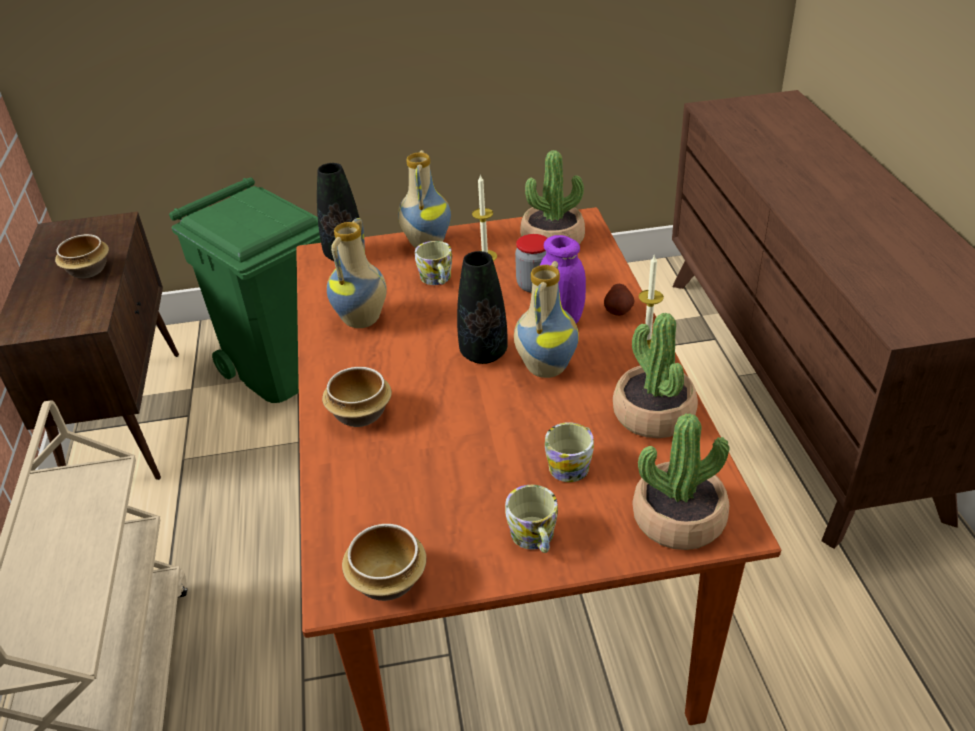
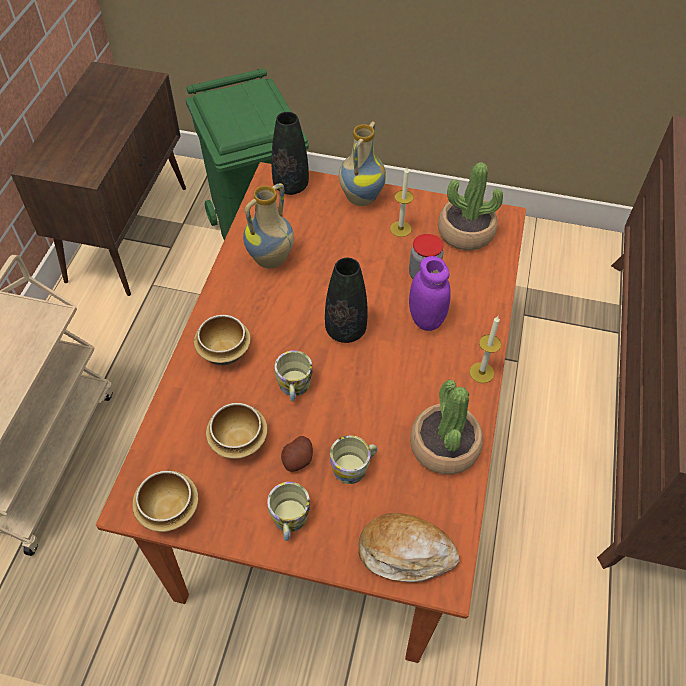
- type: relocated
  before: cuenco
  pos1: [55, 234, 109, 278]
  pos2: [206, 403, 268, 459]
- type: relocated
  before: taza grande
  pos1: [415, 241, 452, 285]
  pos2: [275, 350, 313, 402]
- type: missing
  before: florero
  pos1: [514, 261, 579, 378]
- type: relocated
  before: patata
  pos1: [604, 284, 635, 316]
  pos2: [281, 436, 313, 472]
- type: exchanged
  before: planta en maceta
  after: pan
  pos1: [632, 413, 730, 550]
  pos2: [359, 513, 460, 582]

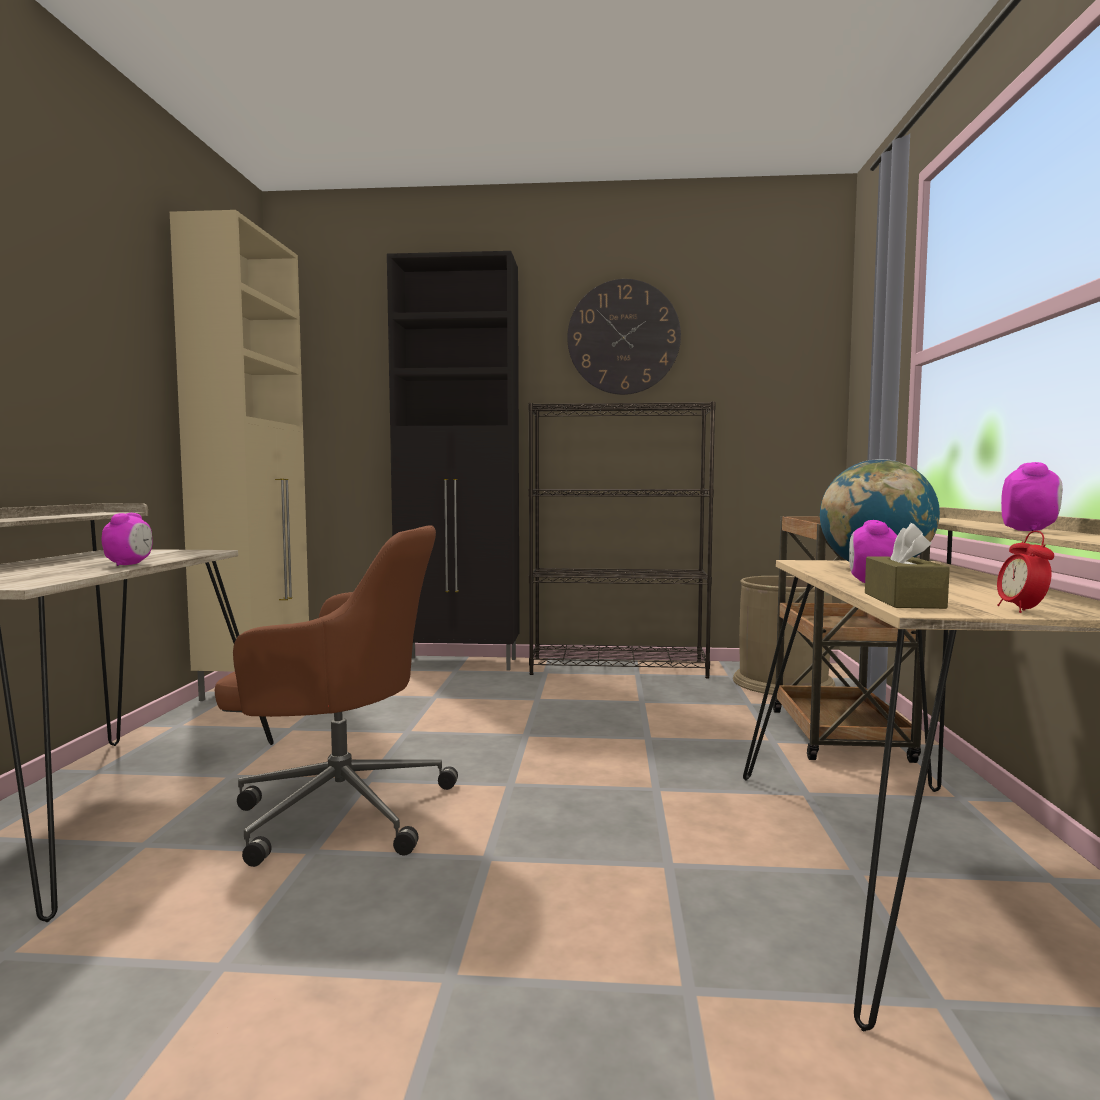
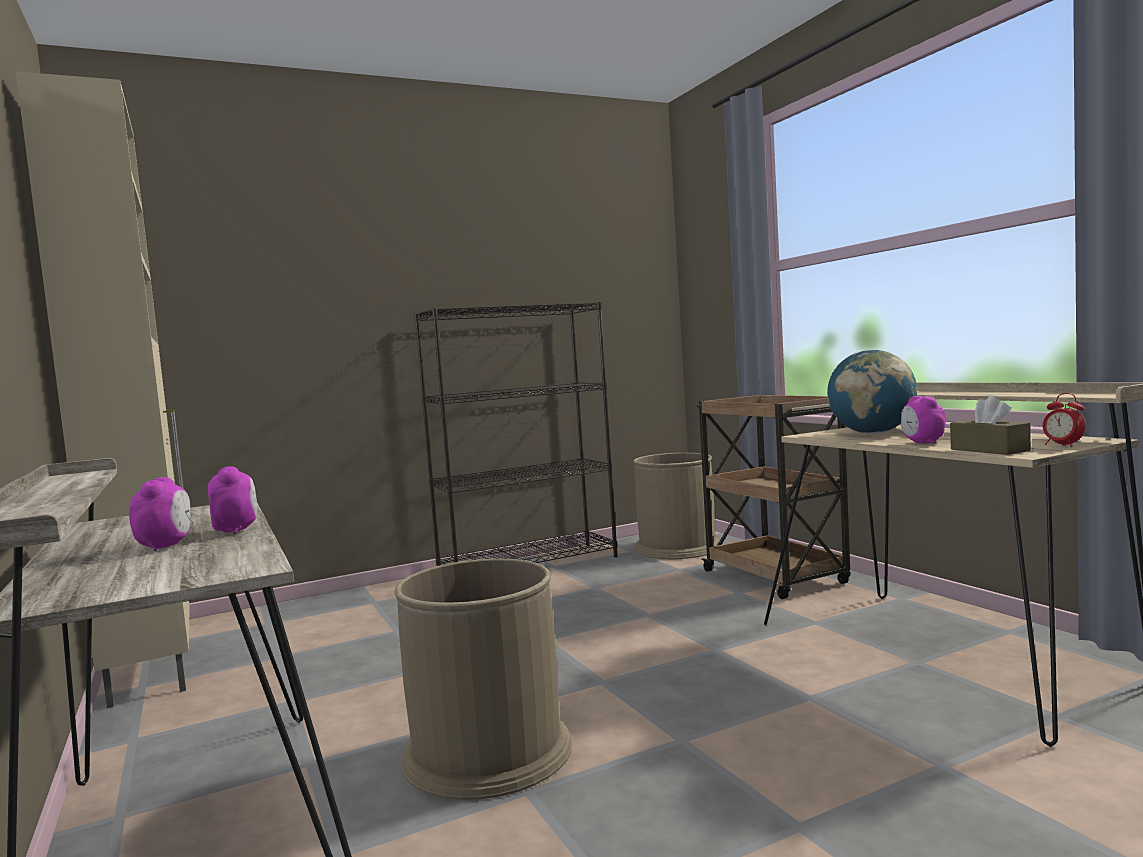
- type: missing
  before: armario/negro
  pos1: [387, 251, 520, 671]
- type: missing
  before: reloj de pared
  pos1: [567, 279, 681, 395]
- type: relocated
  before: despertador
  pos1: [1001, 462, 1063, 531]
  pos2: [129, 477, 191, 551]
- type: exchanged
  before: silla de oficina/marrón
  after: papelera/marrón
  pos1: [215, 525, 458, 867]
  pos2: [395, 559, 572, 800]

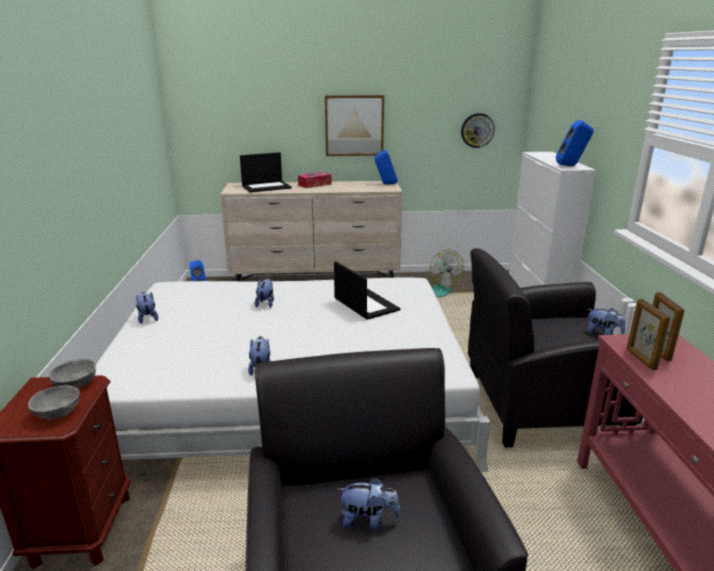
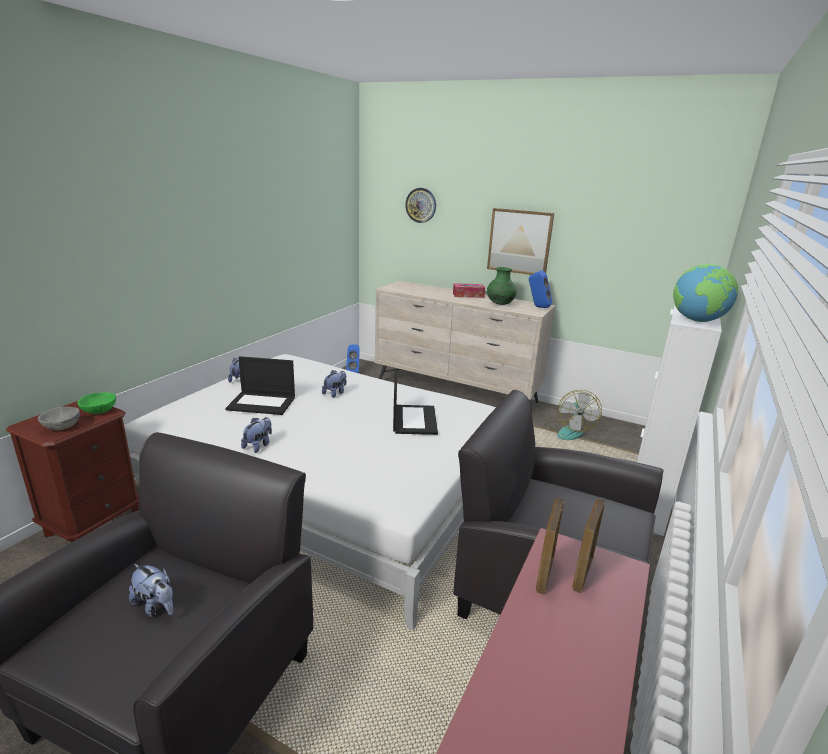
- type: relocated
  before: reloj de pared
  pos1: [461, 113, 495, 148]
  pos2: [405, 188, 436, 223]
- type: exchanged
  before: altavoz/azul
  after: globo terráqueo
  pos1: [556, 120, 594, 166]
  pos2: [673, 264, 738, 322]
- type: relocated
  before: portátil
  pos1: [240, 152, 292, 193]
  pos2: [225, 356, 295, 415]
- type: missing
  before: peluche
  pos1: [587, 308, 625, 335]
- type: colour
  before: cuenco/gris
  after: cuenco/verde
  pos1: [49, 359, 96, 388]
  pos2: [78, 392, 116, 414]
- type: appeared
  after: florero/verde
  pos2: [487, 267, 517, 305]

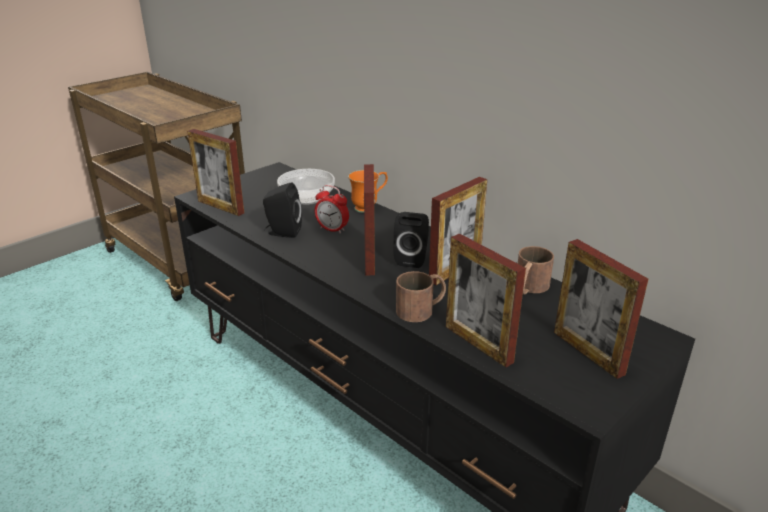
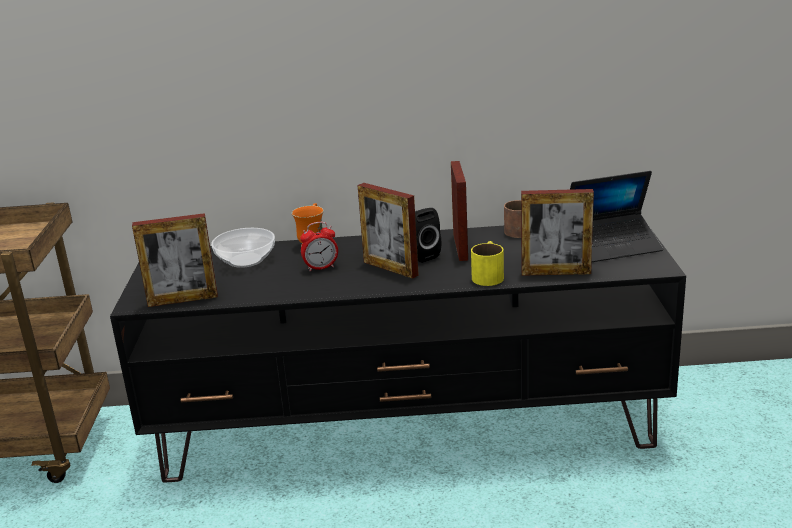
- type: missing
  before: altavoz/negro
  pos1: [263, 182, 302, 238]
- type: exchanged
  before: portarretratos
  after: portátil
  pos1: [554, 239, 648, 379]
  pos2: [570, 171, 663, 262]
- type: colour
  before: taza grande/marrón
  after: taza grande/amarillo
  pos1: [396, 271, 446, 322]
  pos2: [471, 241, 504, 286]

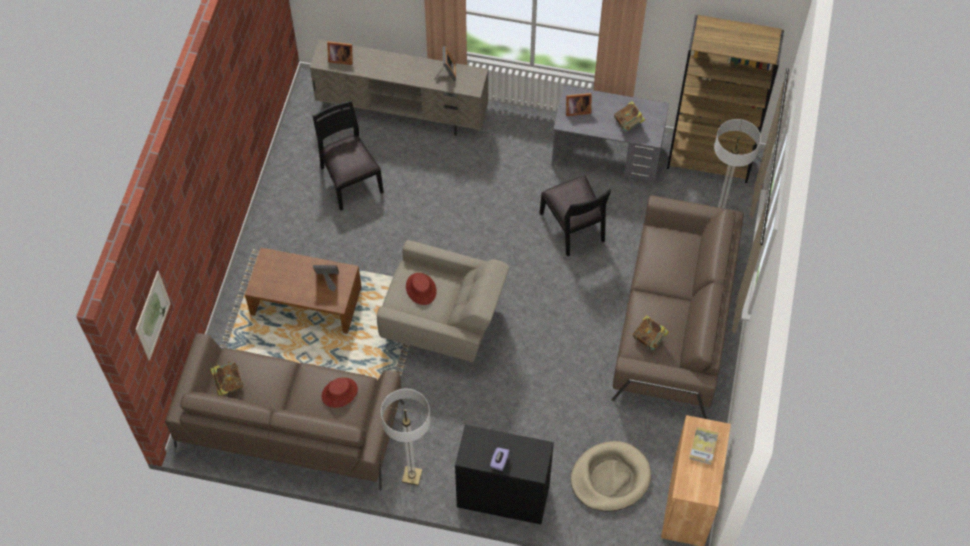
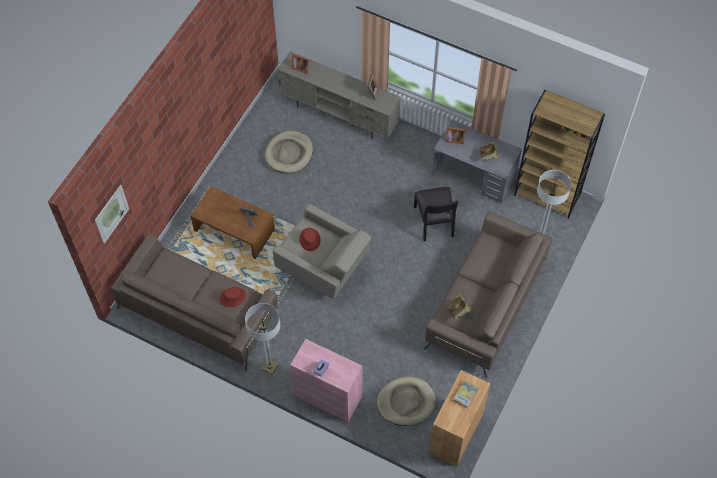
- type: exchanged
  before: silla/negro
  after: cama para perro/beis
  pos1: [312, 100, 384, 211]
  pos2: [265, 131, 313, 173]
- type: missing
  before: libro
  pos1: [210, 361, 244, 396]
- type: colour
  before: armario/negro
  after: armario/rosa
  pos1: [455, 425, 554, 524]
  pos2: [290, 339, 363, 422]

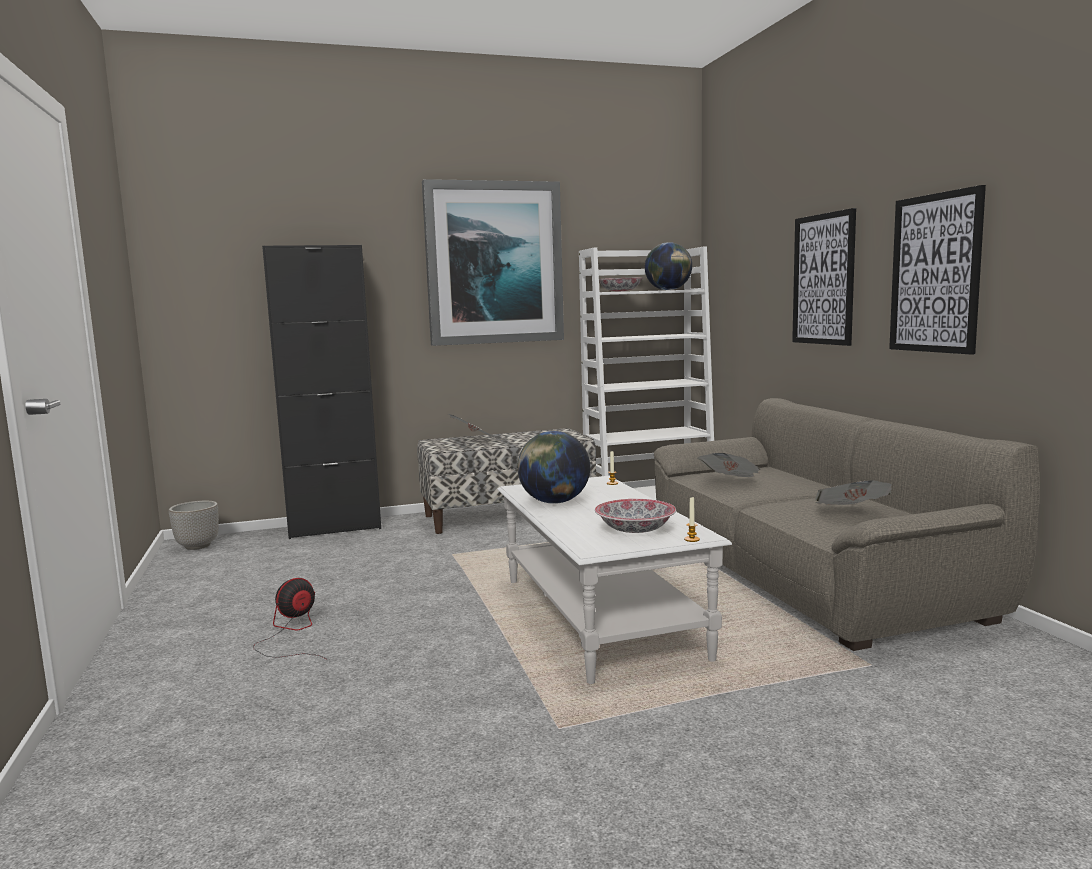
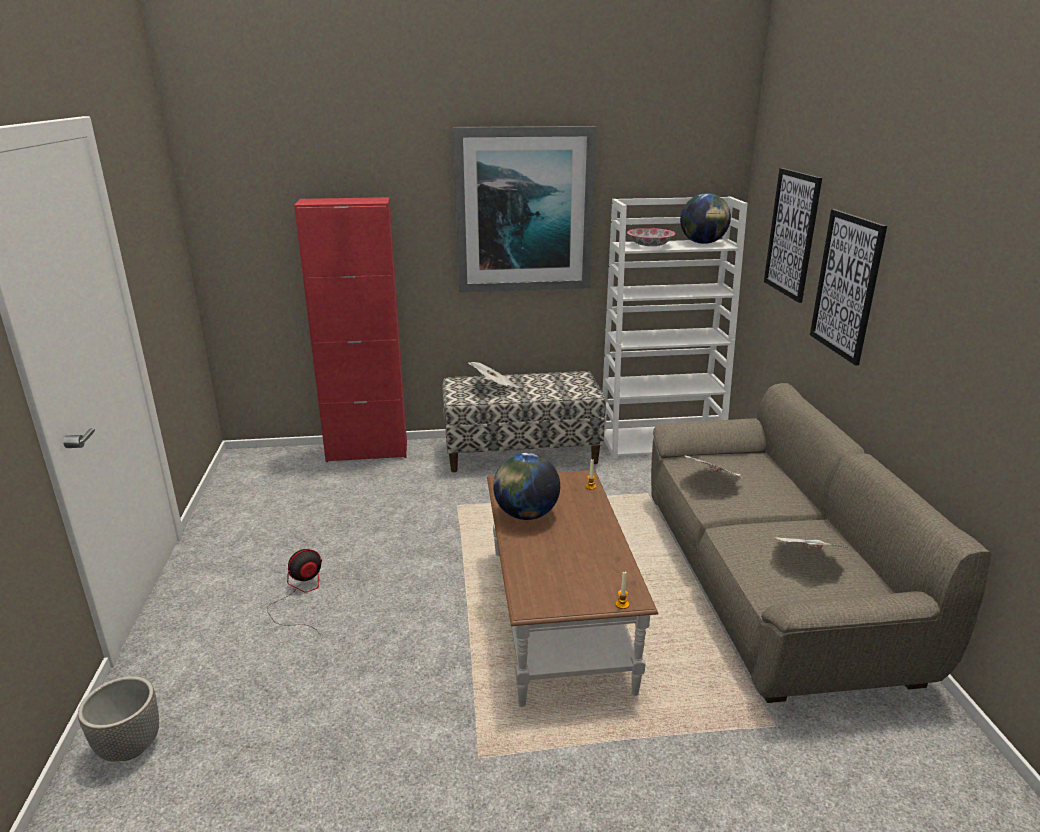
- type: relocated
  before: cuadro
  pos1: [889, 185, 986, 355]
  pos2: [764, 168, 822, 303]
- type: colour
  before: armario/negro
  after: armario/rojo
  pos1: [262, 245, 381, 539]
  pos2: [294, 197, 407, 462]
- type: colour
  before: mesa de centro/blanco
  after: mesa de centro/marrón
  pos1: [497, 476, 732, 684]
  pos2: [487, 470, 658, 707]
- type: missing
  before: cuenco
  pos1: [595, 499, 676, 533]
- type: relocated
  before: maceta
  pos1: [169, 501, 219, 550]
  pos2: [78, 676, 159, 762]

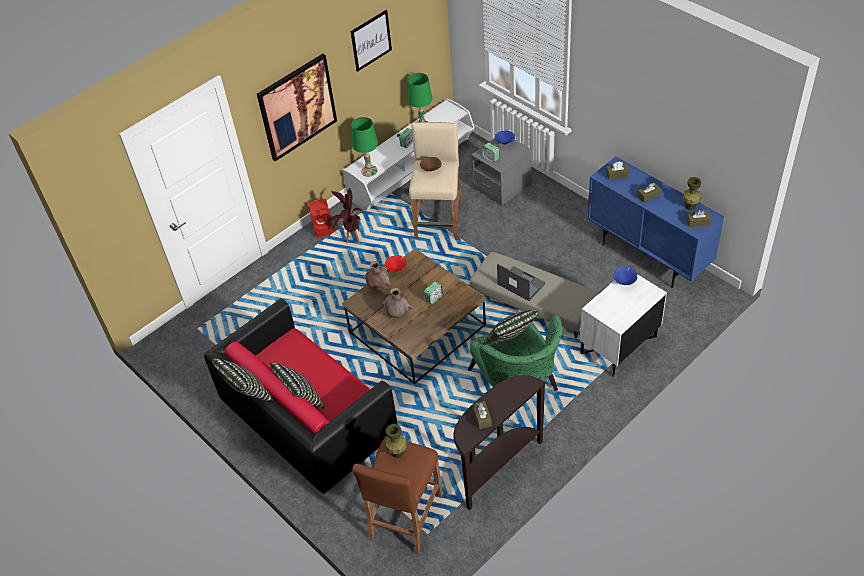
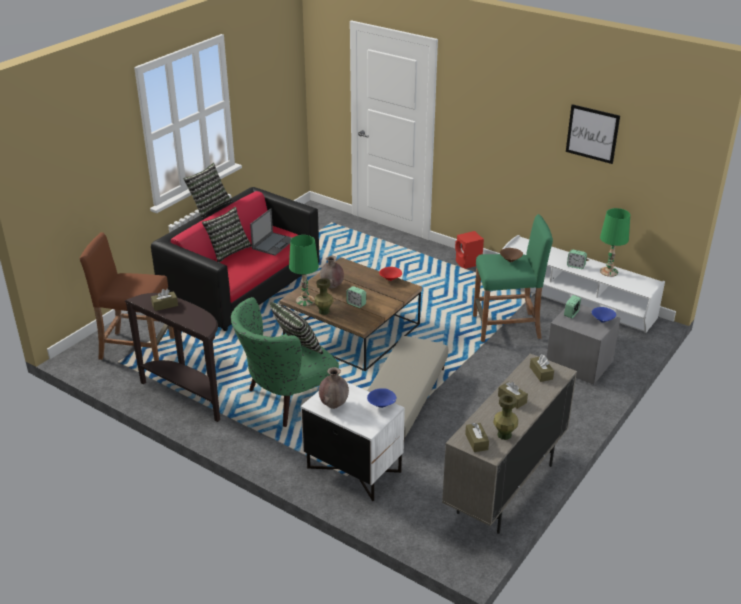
- type: missing
  before: cuadro
  pos1: [257, 54, 337, 162]
- type: relocated
  before: lámpara de mesa/verde
  pos1: [351, 117, 378, 177]
  pos2: [289, 235, 319, 306]
- type: colour
  before: taburete/beis
  after: taburete/verde
  pos1: [409, 122, 462, 240]
  pos2: [473, 214, 553, 342]
- type: colour
  before: armario/azul
  after: armario/beis
  pos1: [587, 156, 724, 288]
  pos2: [442, 353, 577, 534]
- type: missing
  before: planta en maceta
  pos1: [327, 188, 361, 244]
- type: relocated
  before: florero/marrón
  pos1: [365, 261, 390, 292]
  pos2: [319, 367, 349, 409]
- type: relocated
  before: portátil
  pos1: [497, 263, 546, 301]
  pos2: [250, 208, 292, 255]
- type: relocated
  before: florero/verde
  pos1: [386, 424, 407, 458]
  pos2: [314, 278, 333, 315]

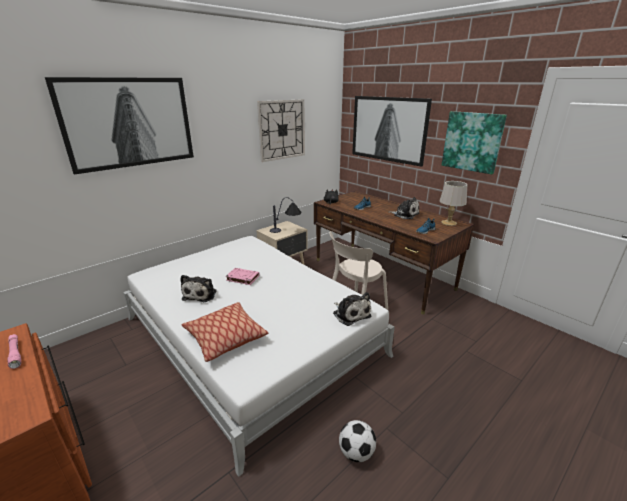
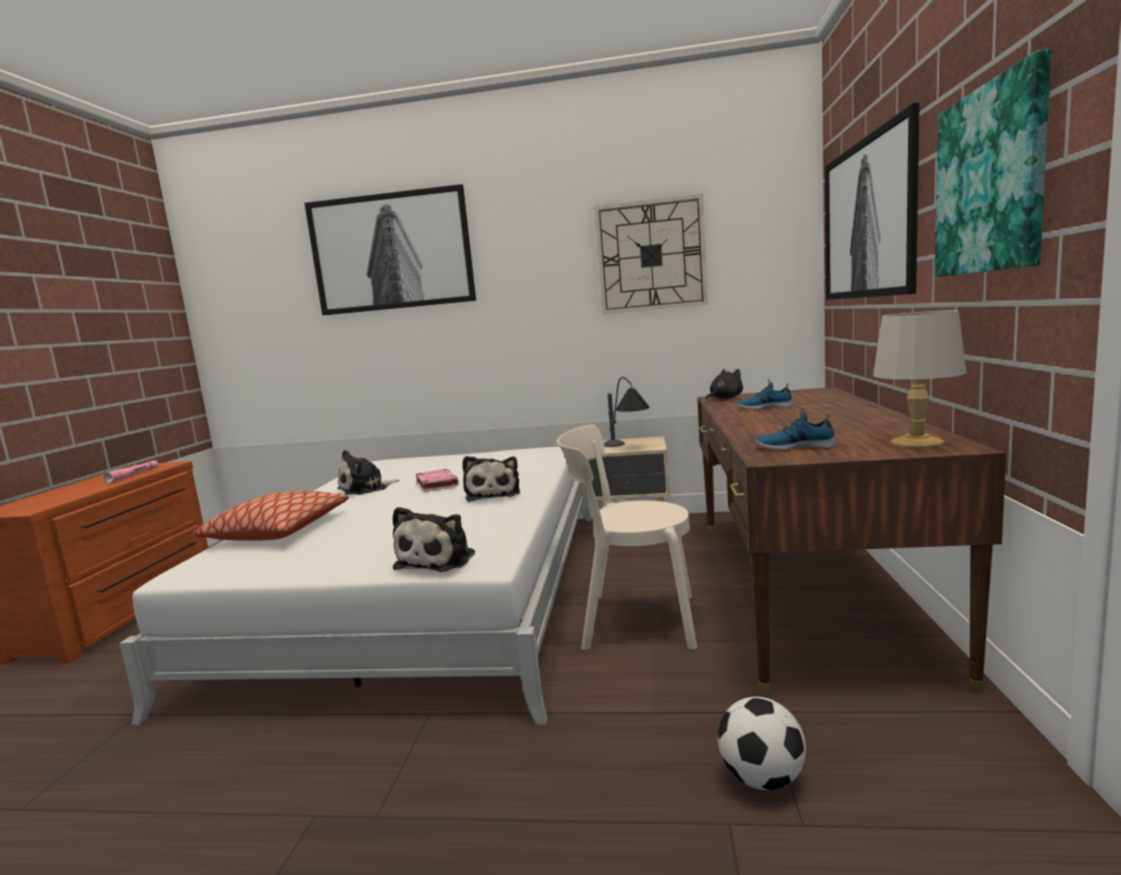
- type: relocated
  before: peluche
  pos1: [389, 197, 420, 219]
  pos2: [462, 456, 520, 502]
- type: relocated
  before: balón de fútbol
  pos1: [339, 420, 376, 462]
  pos2: [718, 697, 806, 790]

